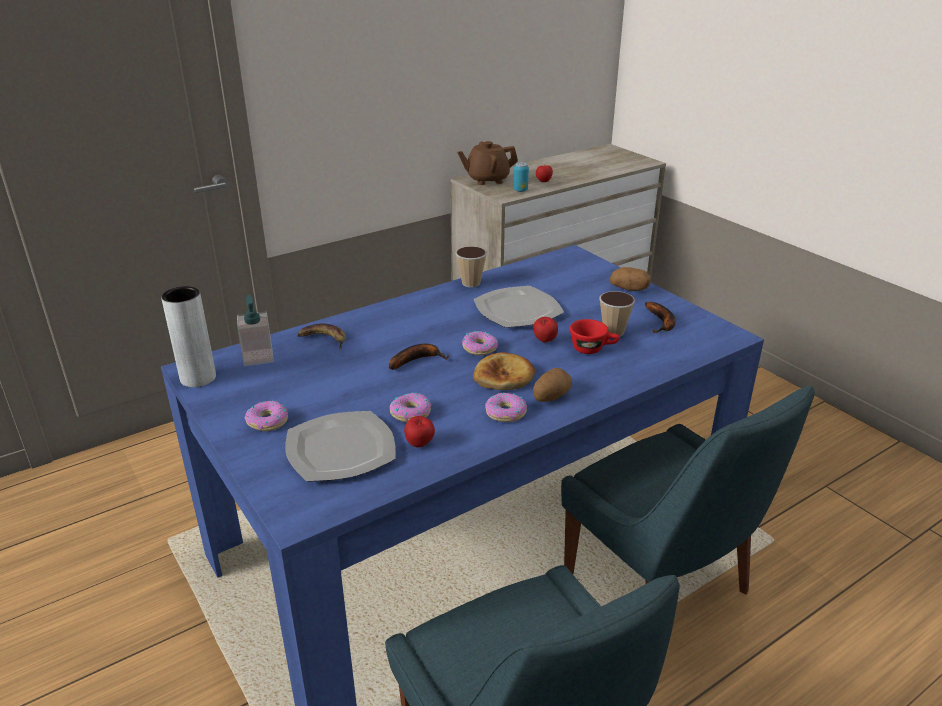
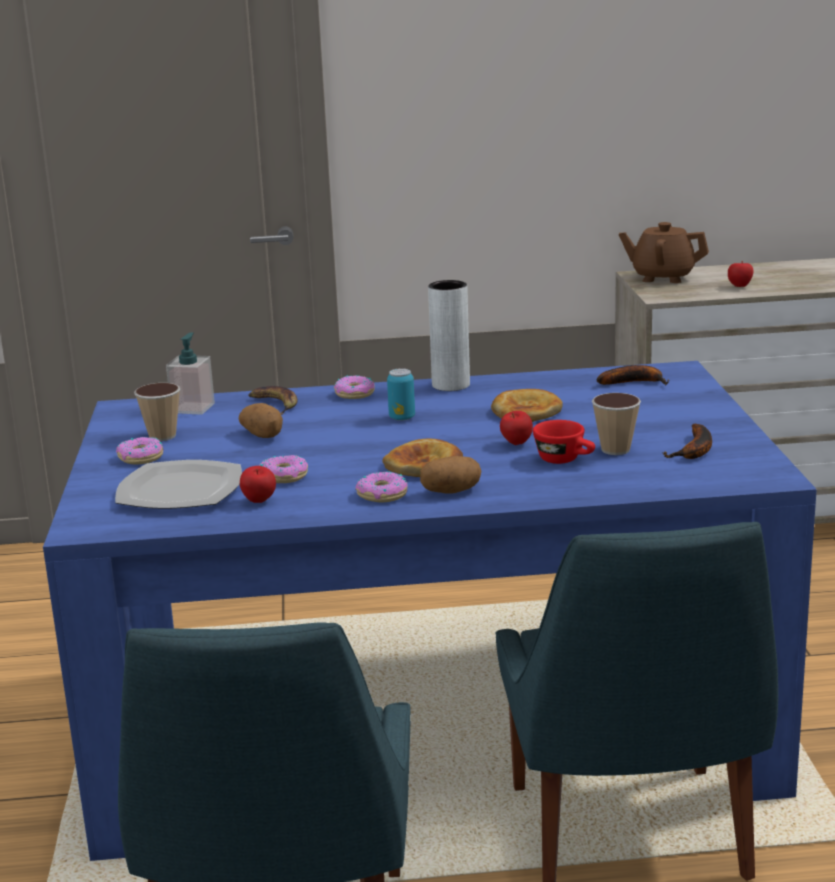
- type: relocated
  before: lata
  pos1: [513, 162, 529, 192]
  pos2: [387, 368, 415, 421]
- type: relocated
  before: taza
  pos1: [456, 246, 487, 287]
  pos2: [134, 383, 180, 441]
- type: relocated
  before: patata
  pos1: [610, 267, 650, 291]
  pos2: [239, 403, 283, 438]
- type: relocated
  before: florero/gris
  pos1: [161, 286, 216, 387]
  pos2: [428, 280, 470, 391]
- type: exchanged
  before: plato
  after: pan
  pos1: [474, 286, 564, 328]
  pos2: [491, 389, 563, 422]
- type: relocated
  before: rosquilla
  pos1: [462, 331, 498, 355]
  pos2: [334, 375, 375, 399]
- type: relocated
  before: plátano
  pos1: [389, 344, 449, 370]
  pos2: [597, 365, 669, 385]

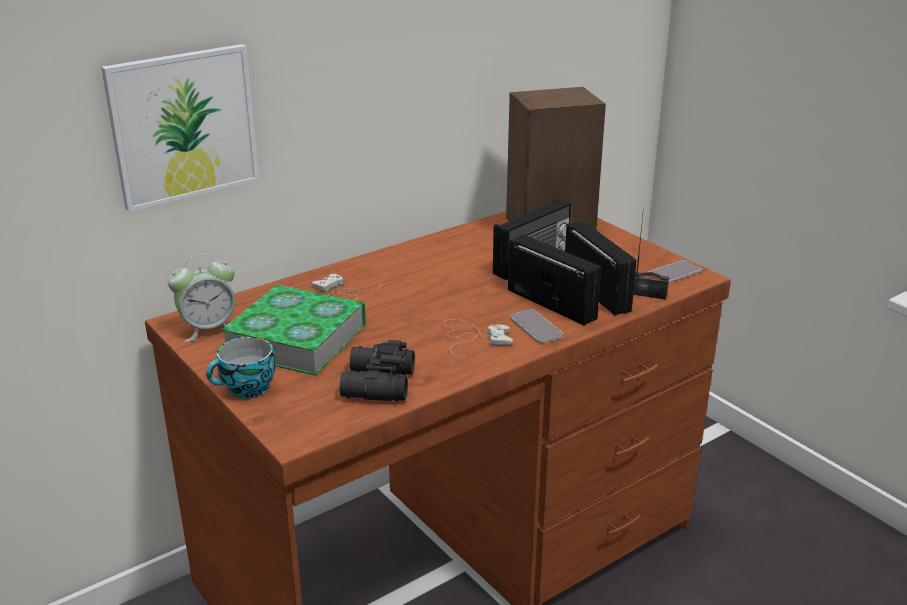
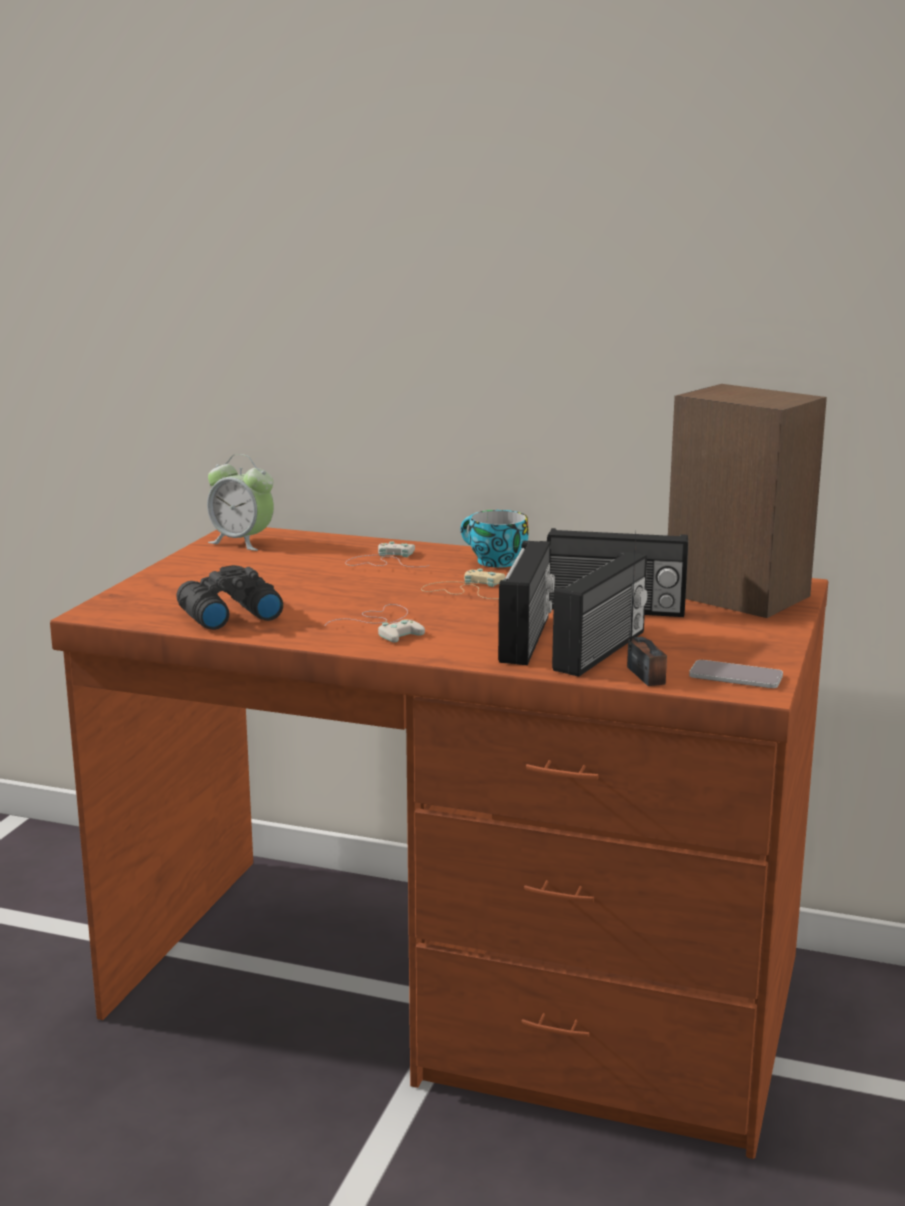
- type: missing
  before: cuadro
  pos1: [101, 44, 259, 212]
- type: missing
  before: libro
  pos1: [221, 285, 366, 376]
- type: missing
  before: móvil
  pos1: [510, 309, 563, 343]
- type: relocated
  before: taza
  pos1: [206, 337, 276, 399]
  pos2: [460, 510, 529, 568]
- type: appeared
  after: mando de consola/beis
  pos2: [421, 569, 505, 599]

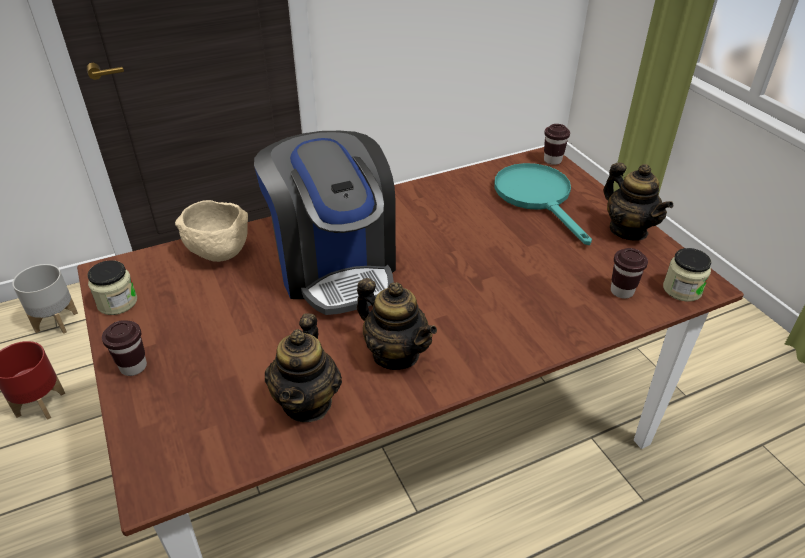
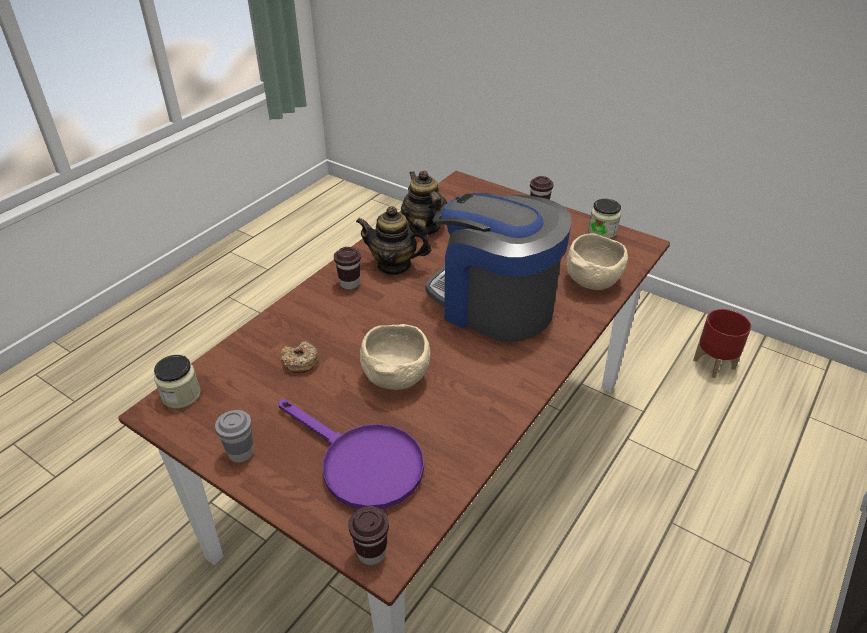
- type: exchanged
  before: tetera
  after: taza/gris
  pos1: [603, 162, 673, 241]
  pos2: [215, 410, 254, 463]
- type: colour
  before: sartén/turquesa
  after: sartén/morado
  pos1: [494, 163, 592, 245]
  pos2: [278, 399, 424, 509]
- type: relocated
  before: taza/marrón
  pos1: [611, 248, 648, 299]
  pos2: [334, 247, 361, 289]
- type: missing
  before: maceta/gris
  pos1: [12, 264, 78, 334]
- type: appeared
  after: cuenco/beis
  pos2: [360, 324, 430, 390]
- type: appeared
  after: rosquilla
  pos2: [280, 341, 319, 373]

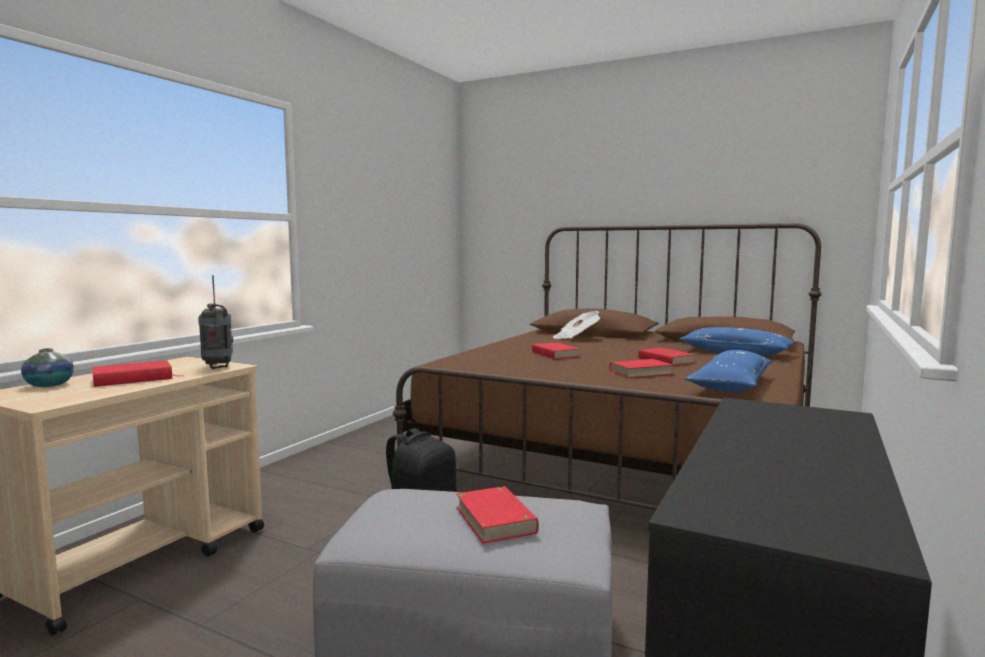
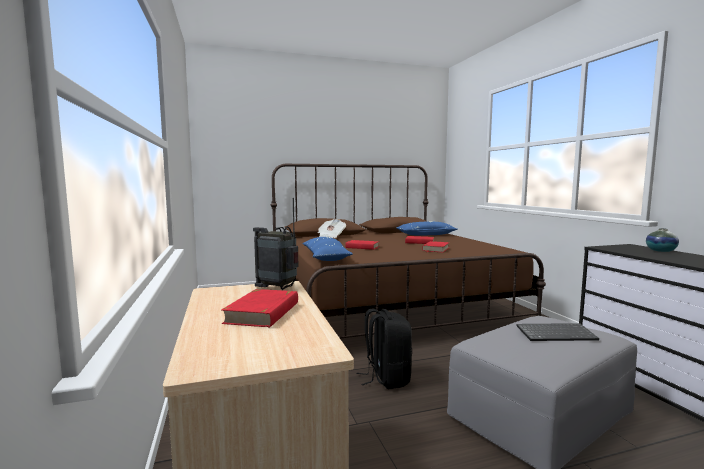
- type: relocated
  before: florero
  pos1: [21, 348, 74, 387]
  pos2: [646, 228, 679, 252]
- type: relocated
  before: cojín/azul
  pos1: [684, 350, 772, 392]
  pos2: [302, 237, 353, 261]
- type: exchanged
  before: libro/rojo
  after: teclado
  pos1: [456, 486, 539, 544]
  pos2: [516, 323, 599, 341]

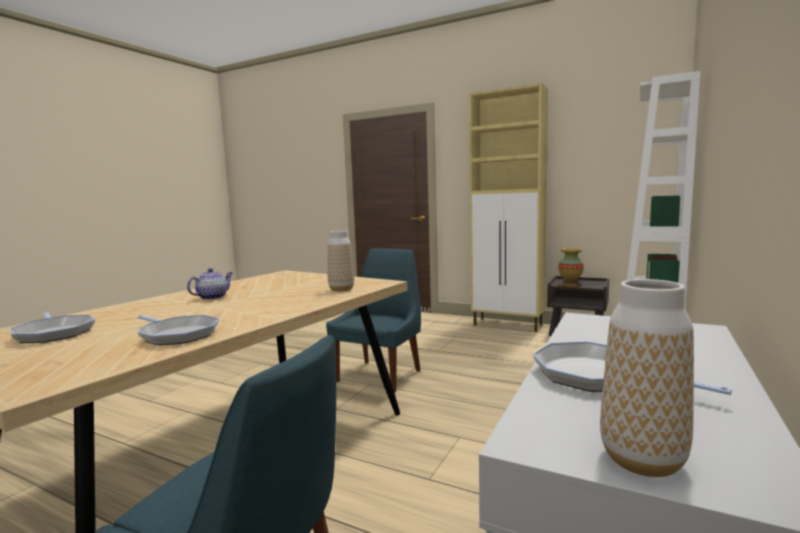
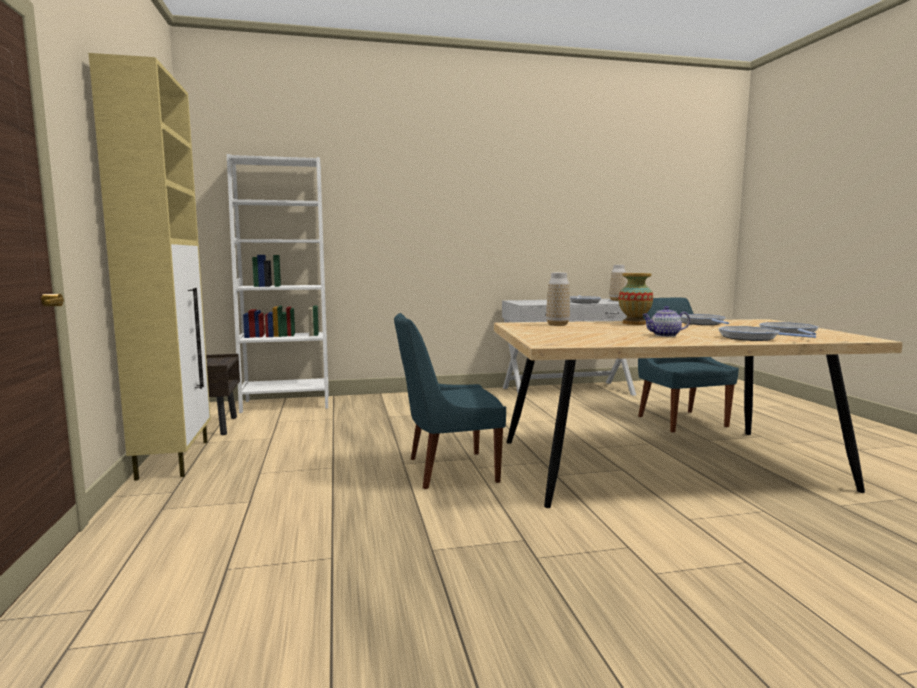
- type: relocated
  before: florero
  pos1: [559, 248, 584, 286]
  pos2: [619, 273, 653, 325]
- type: appeared
  after: sartén
  pos2: [719, 326, 816, 341]

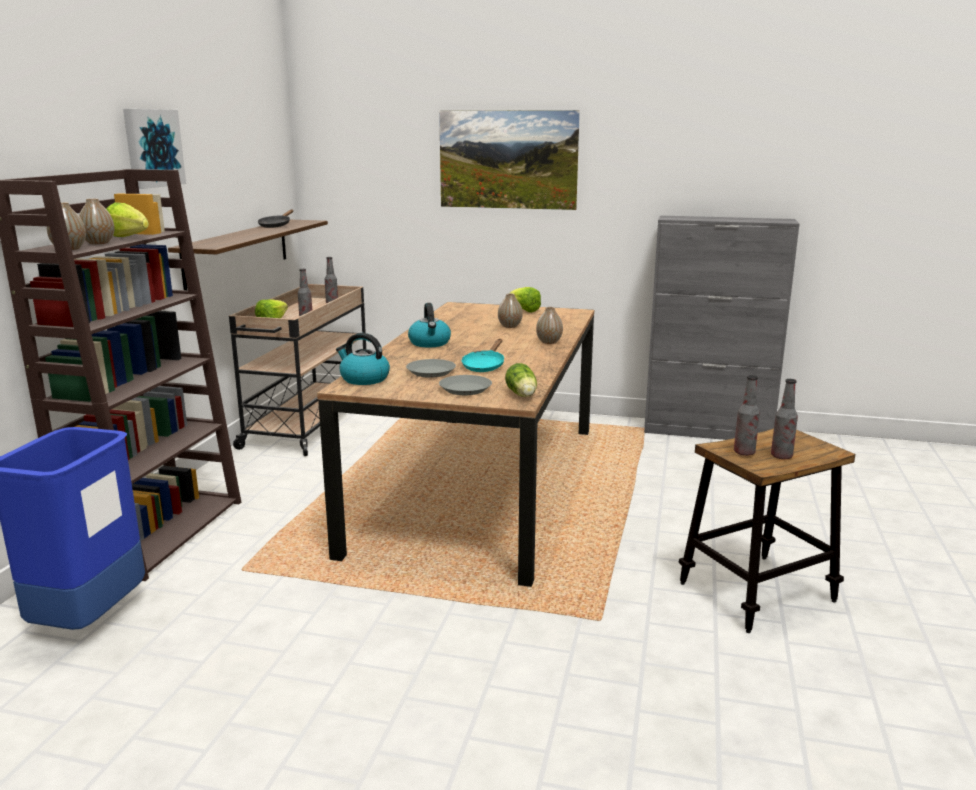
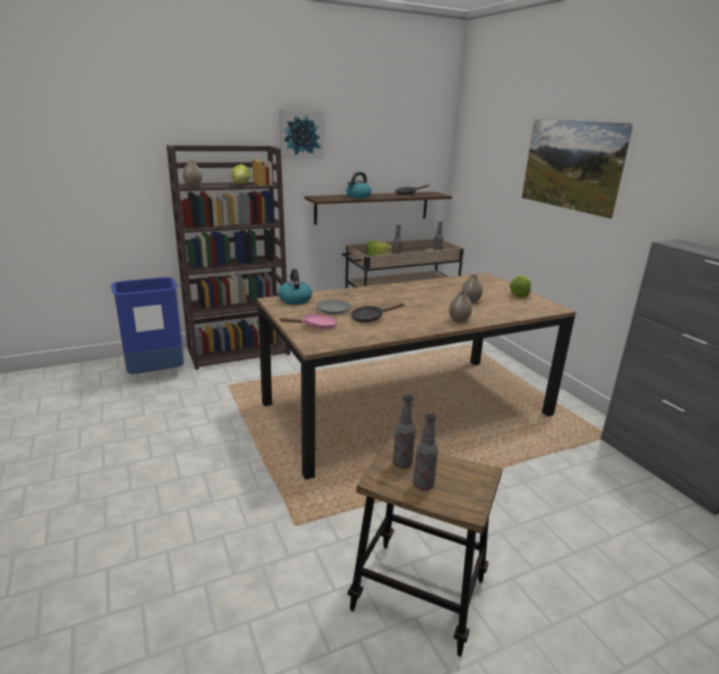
- type: missing
  before: florero
  pos1: [79, 198, 114, 244]
- type: relocated
  before: hervidor
  pos1: [408, 303, 451, 348]
  pos2: [346, 172, 371, 198]
- type: colour
  before: sartén/turquesa
  after: sartén/negro
  pos1: [462, 339, 504, 372]
  pos2: [351, 303, 404, 323]
- type: missing
  before: lechuga
  pos1: [505, 363, 537, 397]
- type: exchanged
  before: plato/gris
  after: sartén/rosa
  pos1: [439, 375, 492, 395]
  pos2: [280, 314, 337, 329]

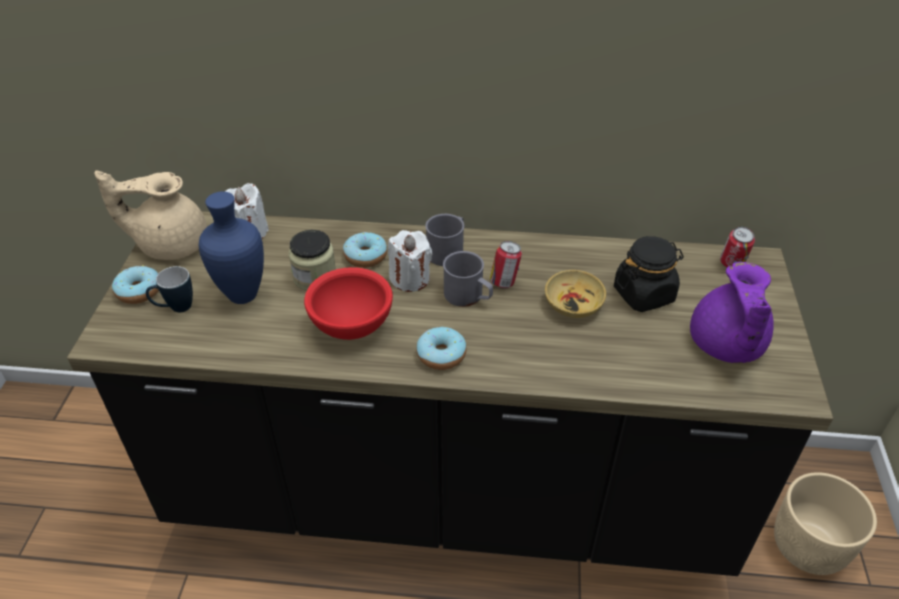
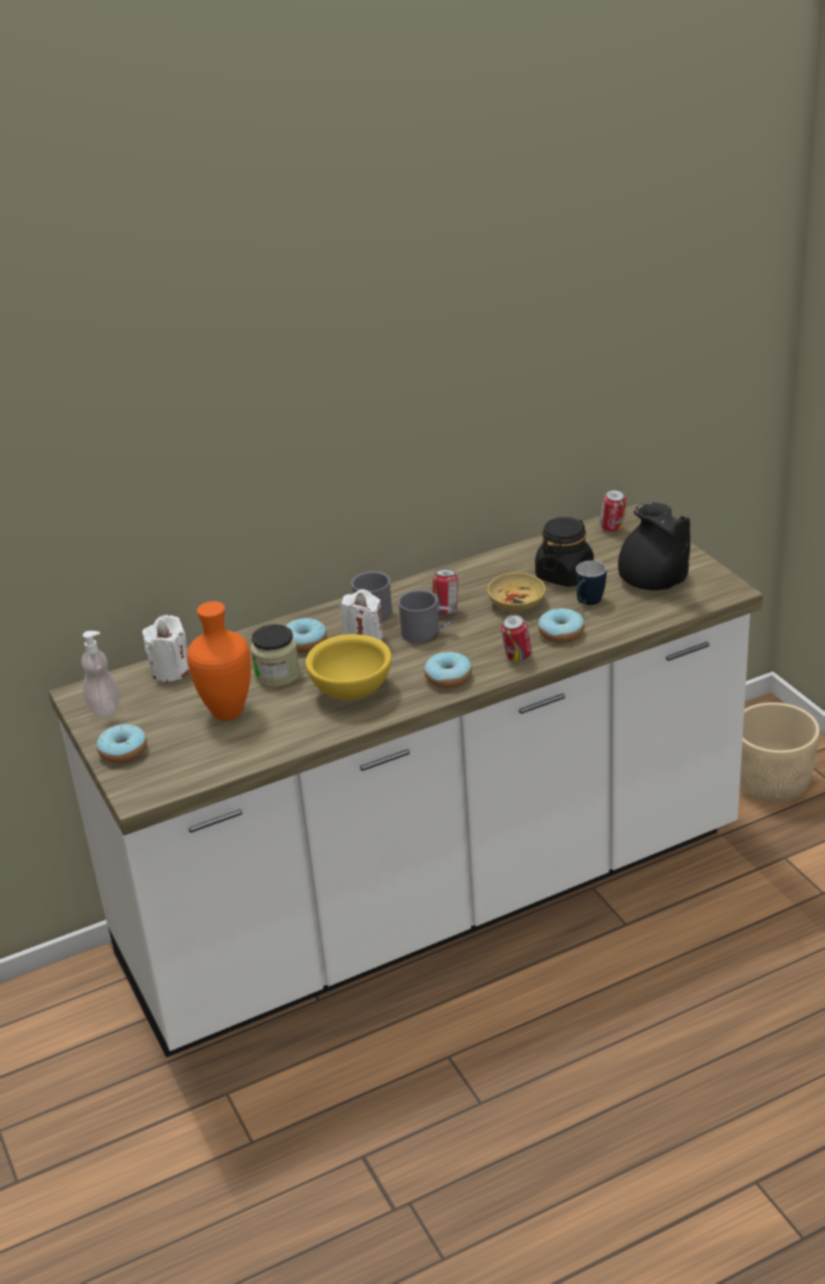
- type: exchanged
  before: tetera/beis
  after: dispensador de jabón
  pos1: [94, 171, 207, 260]
  pos2: [81, 631, 119, 717]
- type: colour
  before: florero/azul
  after: florero/naranja
  pos1: [198, 191, 264, 304]
  pos2: [187, 601, 251, 721]
- type: colour
  before: mueble bajo de cocina/negro
  after: mueble bajo de cocina/blanco
  pos1: [67, 211, 833, 576]
  pos2: [49, 504, 763, 1058]
- type: colour
  before: tetera/morado
  after: tetera/negro
  pos1: [690, 262, 774, 363]
  pos2: [618, 503, 690, 590]
- type: relocated
  before: taza grande
  pos1: [146, 266, 193, 312]
  pos2: [576, 561, 607, 605]
- type: colour
  before: cuenco/rojo
  after: cuenco/amarillo
  pos1: [304, 267, 393, 340]
  pos2: [306, 634, 392, 700]
- type: appeared
  after: rosquilla
  pos2: [538, 608, 584, 643]
- type: appeared
  after: lata
  pos2: [501, 614, 532, 661]

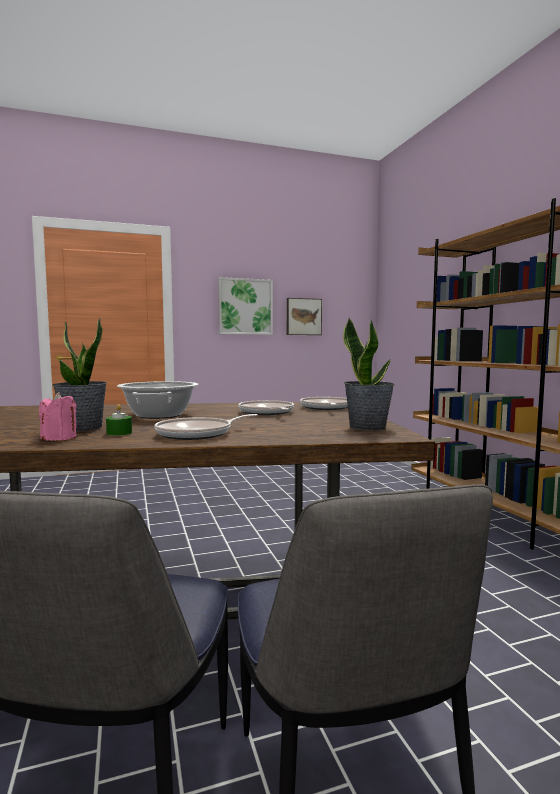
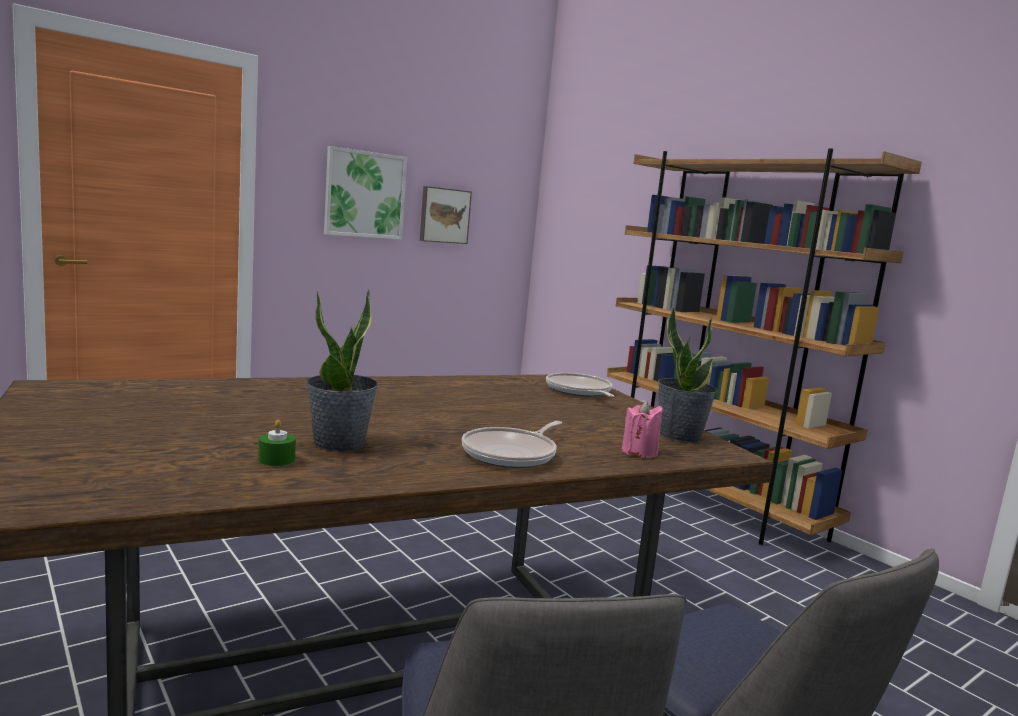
- type: missing
  before: olla
  pos1: [117, 381, 199, 419]
- type: relocated
  before: vela/rosa
  pos1: [39, 392, 77, 441]
  pos2: [622, 401, 662, 458]
- type: missing
  before: sartén
  pos1: [238, 400, 294, 415]
- type: relocated
  before: vela/verde
  pos1: [106, 404, 132, 436]
  pos2: [258, 420, 296, 466]

